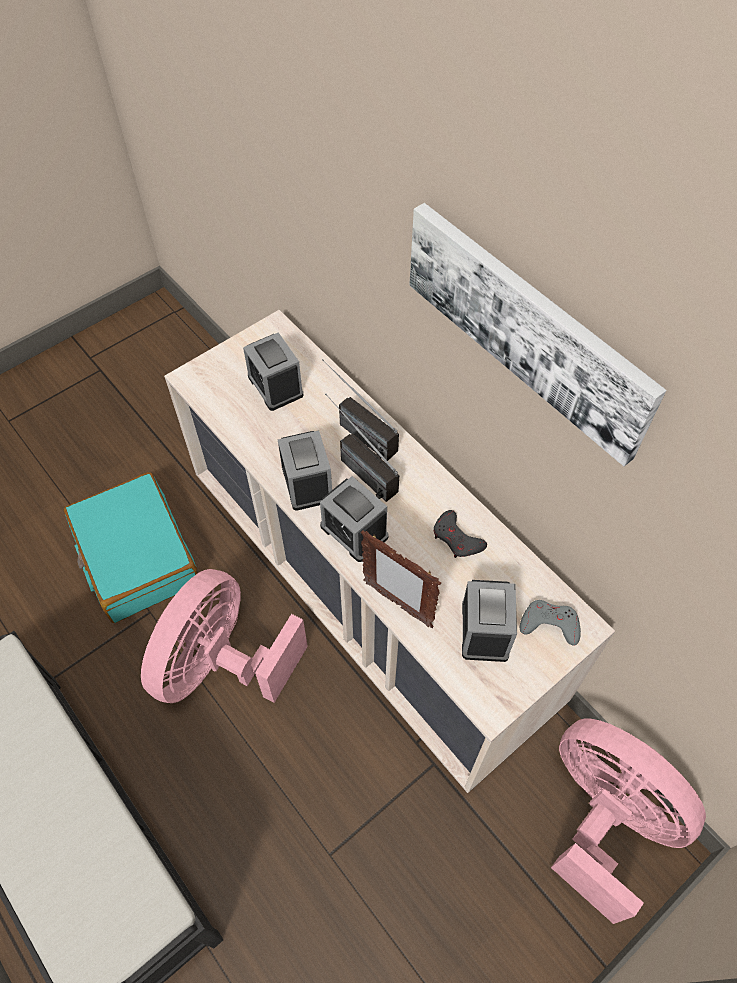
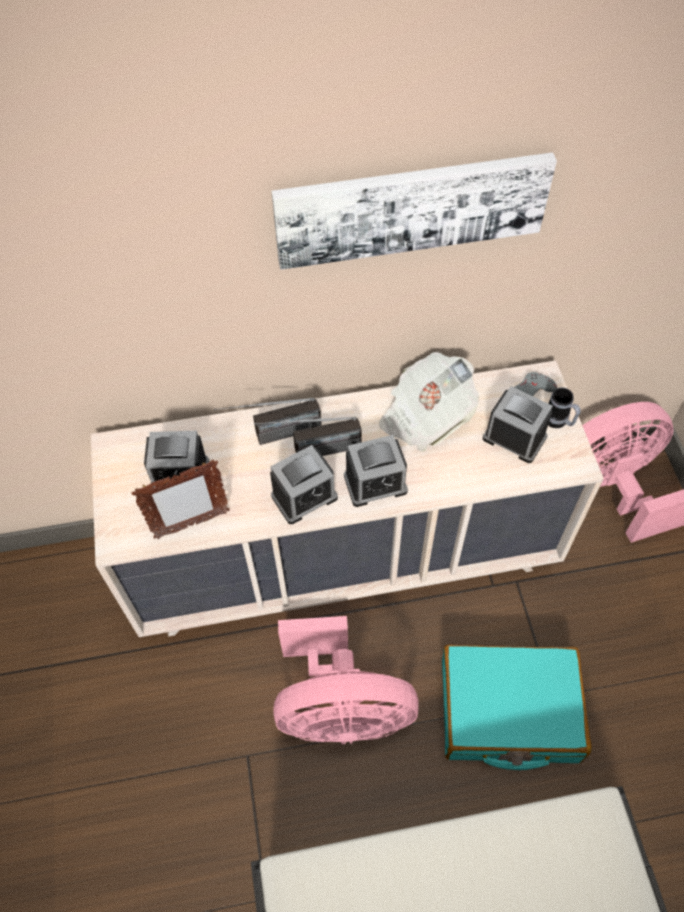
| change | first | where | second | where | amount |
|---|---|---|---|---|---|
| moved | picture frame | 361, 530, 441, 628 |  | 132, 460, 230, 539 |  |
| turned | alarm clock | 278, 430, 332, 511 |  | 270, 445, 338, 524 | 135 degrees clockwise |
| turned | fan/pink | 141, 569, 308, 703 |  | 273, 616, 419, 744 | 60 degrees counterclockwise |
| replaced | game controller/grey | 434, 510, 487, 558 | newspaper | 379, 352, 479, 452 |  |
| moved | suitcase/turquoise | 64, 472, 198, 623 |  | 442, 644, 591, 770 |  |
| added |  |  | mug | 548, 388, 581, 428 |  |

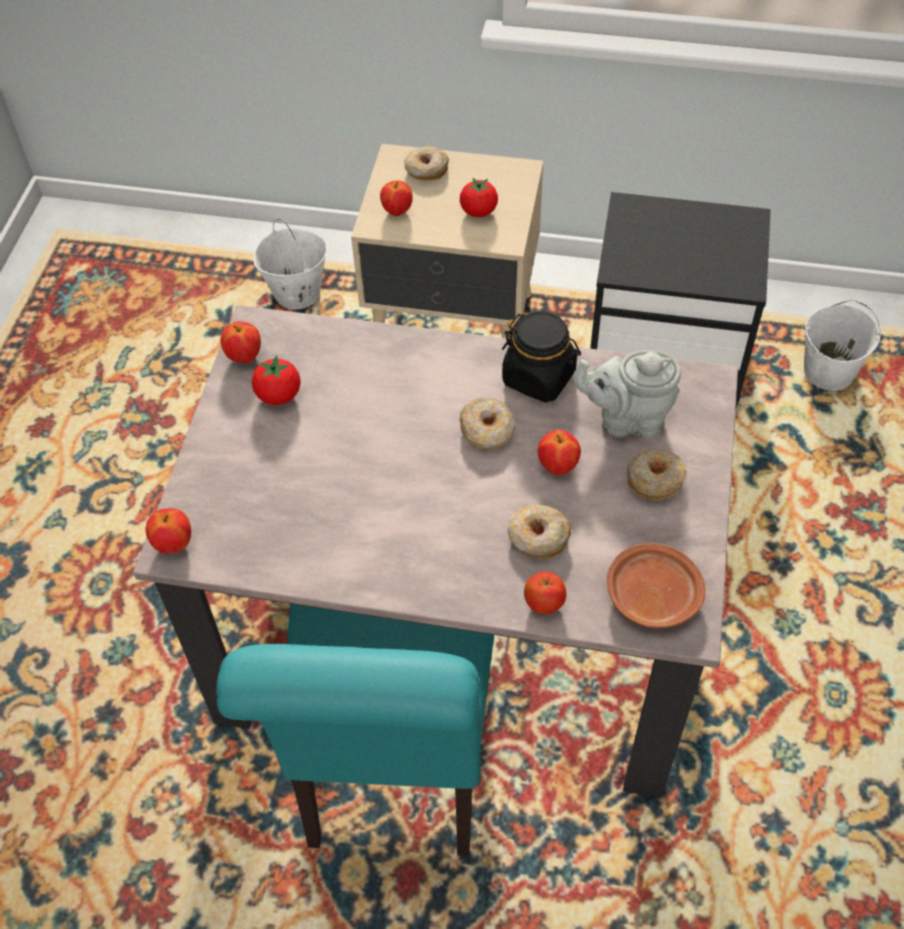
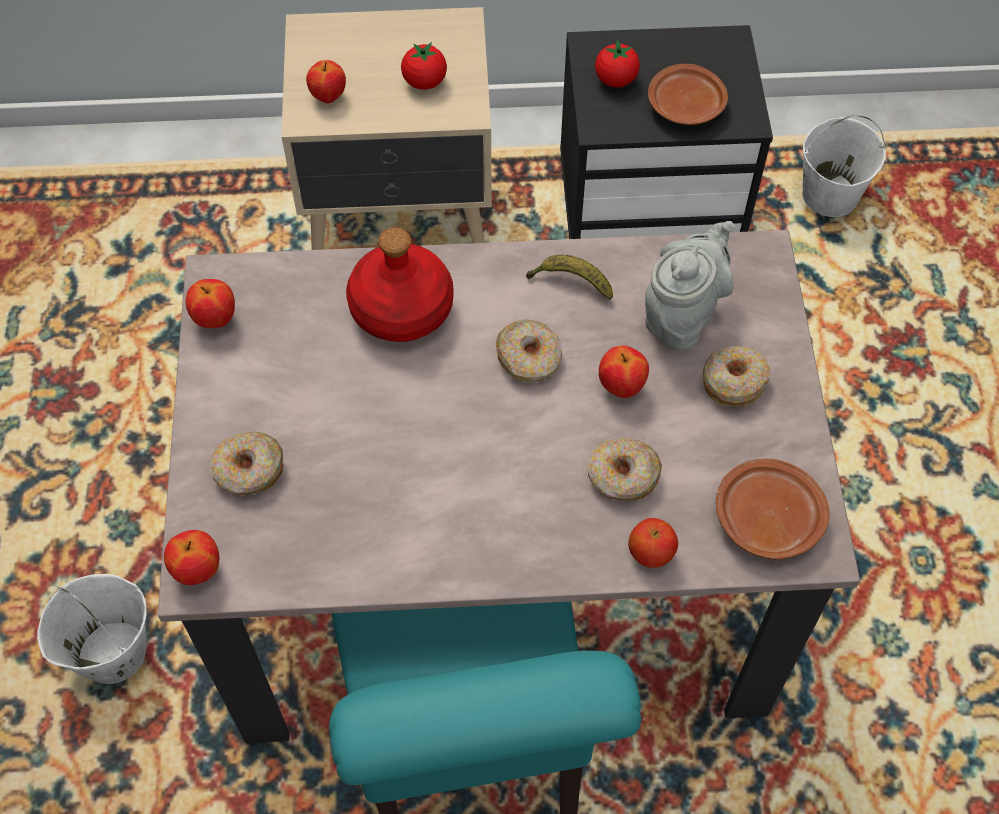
| change | first | where | second | where | amount |
|---|---|---|---|---|---|
| moved | bucket/white | 253, 219, 327, 309 |  | 37, 574, 146, 684 |  |
| moved | donut | 404, 146, 449, 180 |  | 209, 432, 284, 495 |  |
| added |  |  | bottle/red | 346, 227, 454, 342 |  |
| replaced | jar/black | 502, 311, 581, 403 | banana | 526, 255, 613, 300 |  |
| moved | tomato | 252, 355, 301, 405 |  | 595, 40, 640, 87 |  |
| turned | teapot/grey | 573, 351, 681, 438 |  | 645, 221, 734, 351 | 135 degrees clockwise |
| added |  |  | plate/brown | 648, 64, 728, 125 |  |

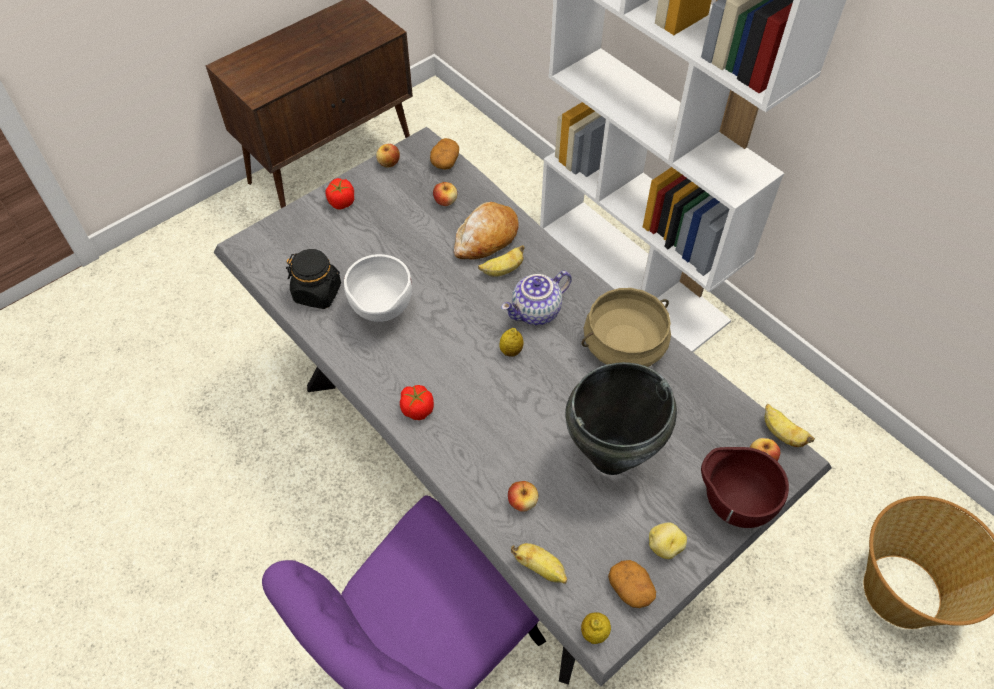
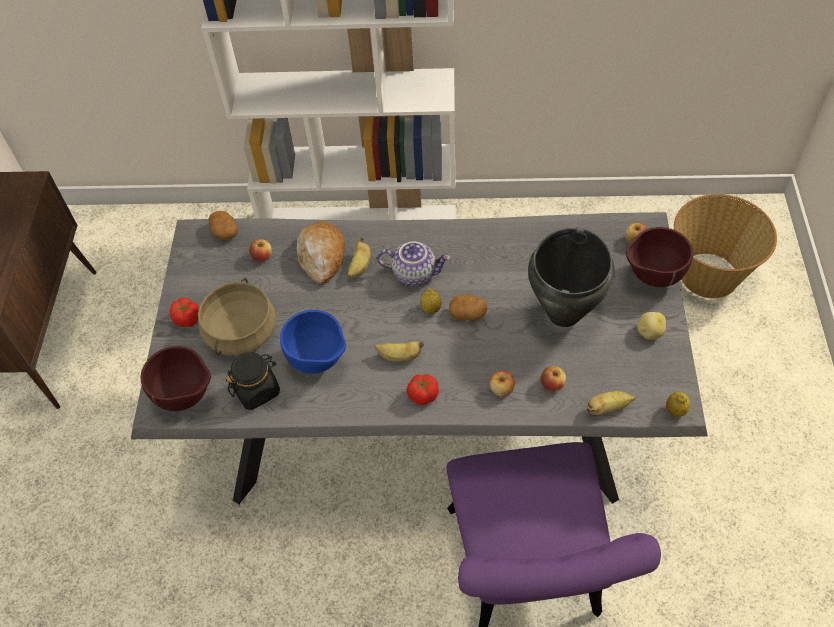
| change | first | where | second | where | amount |
|---|---|---|---|---|---|
| added |  |  | bowl/brown | 141, 346, 211, 411 |  |
| moved | cooking pot/beige | 581, 288, 671, 367 |  | 198, 278, 276, 355 |  |
| recoloured | bowl/white | 344, 254, 412, 322 | bowl/blue | 280, 310, 346, 373 |  |
| moved | banana | 764, 404, 815, 447 |  | 375, 341, 424, 362 |  |
| turned | teapot | 501, 271, 572, 325 |  | 377, 241, 451, 286 | 90 degrees counterclockwise |
| moved | potato | 608, 560, 656, 608 |  | 449, 294, 487, 321 |  |
| moved | apple | 376, 144, 400, 168 |  | 489, 370, 515, 397 |  |

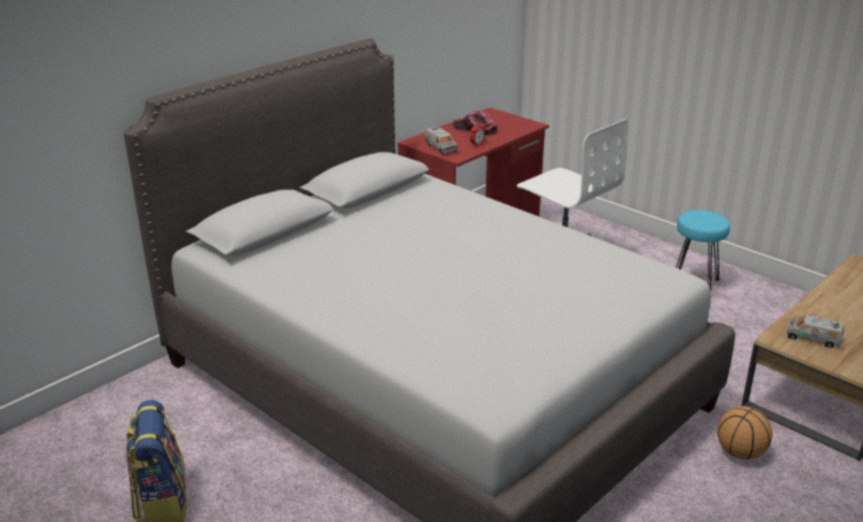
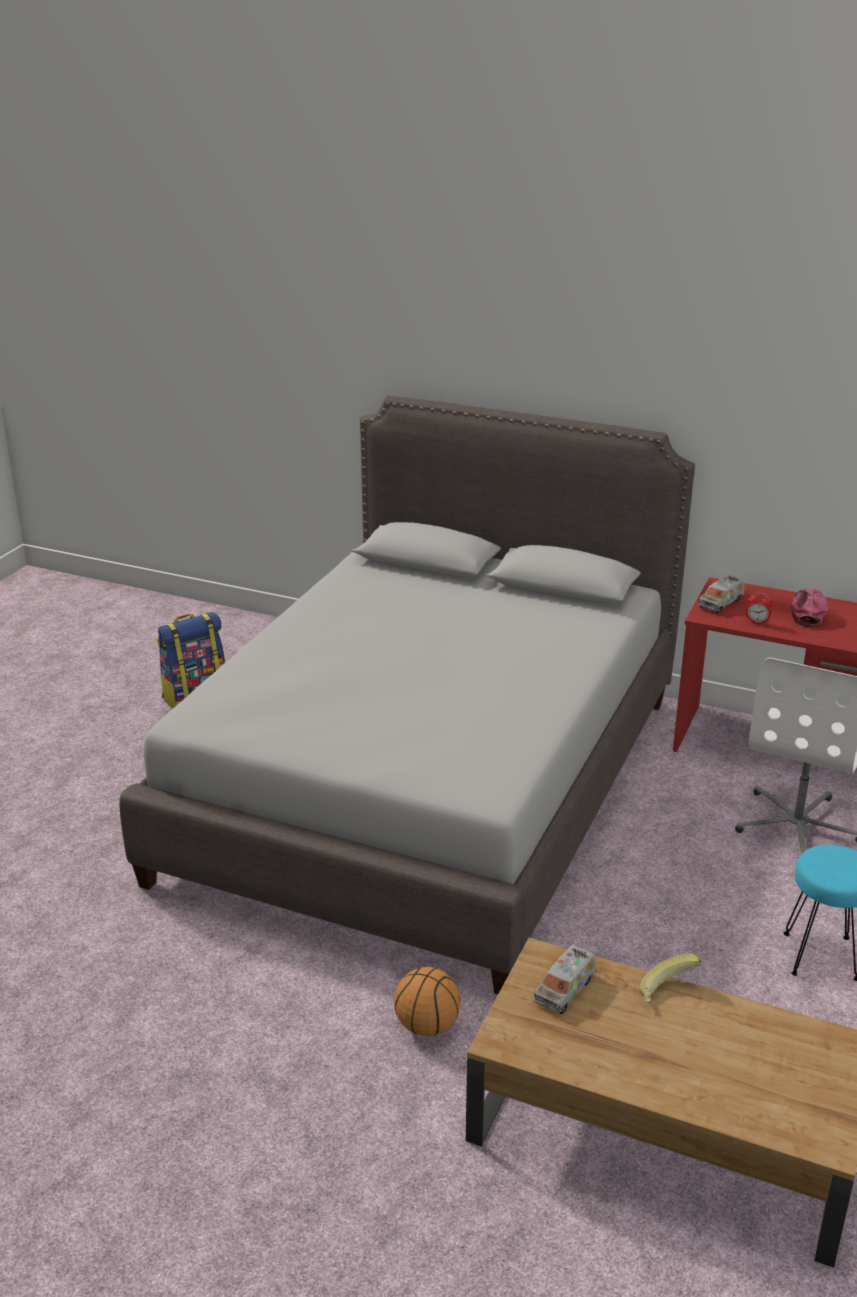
| change | first | where | second | where | amount |
|---|---|---|---|---|---|
| turned | toy truck | 786, 315, 844, 348 |  | 533, 945, 596, 1014 | 150 degrees counterclockwise |
| added |  |  | banana | 639, 954, 701, 1003 |  |

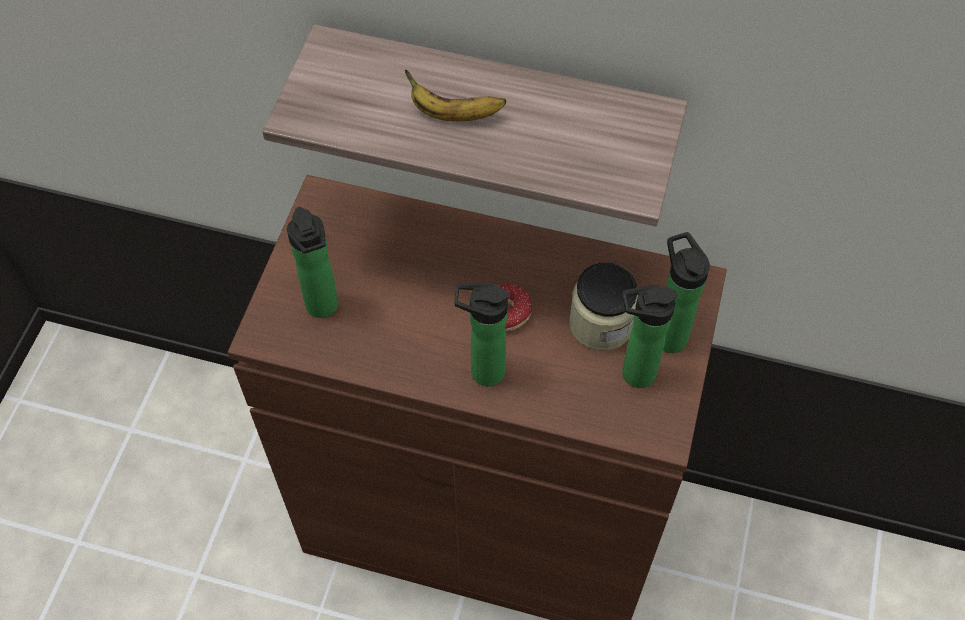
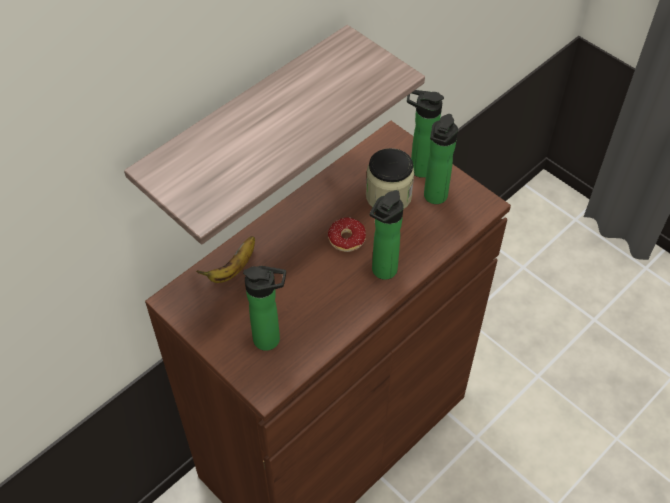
| change | first | where | second | where | amount |
|---|---|---|---|---|---|
| moved | banana | 405, 70, 506, 122 |  | 196, 236, 255, 283 |  |

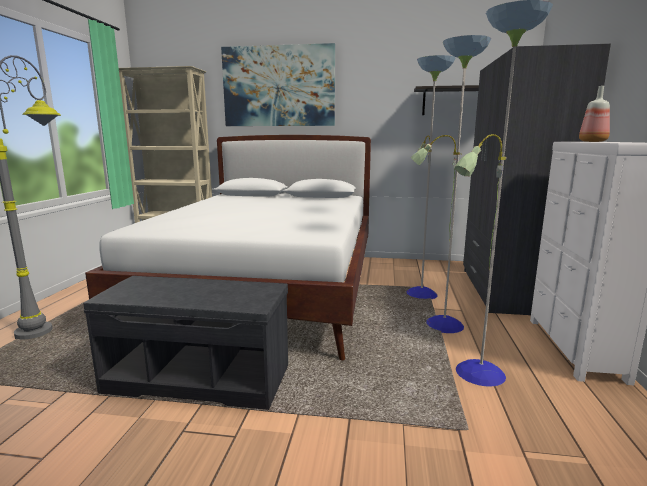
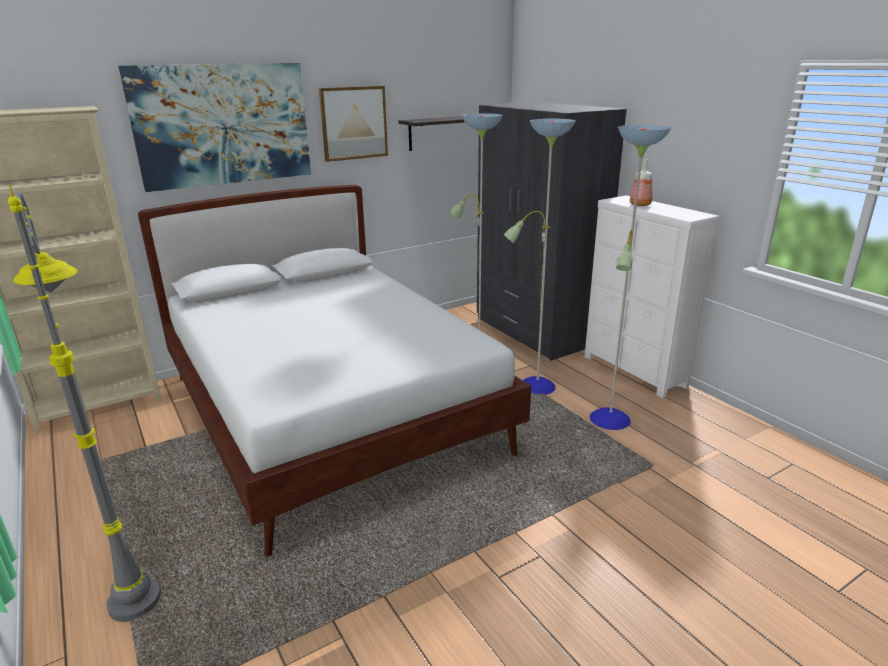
| change | first | where | second | where | amount |
|---|---|---|---|---|---|
| added |  |  | picture | 319, 86, 388, 162 |  |
| removed | bench/grey | 83, 276, 288, 410 |  |  |  |

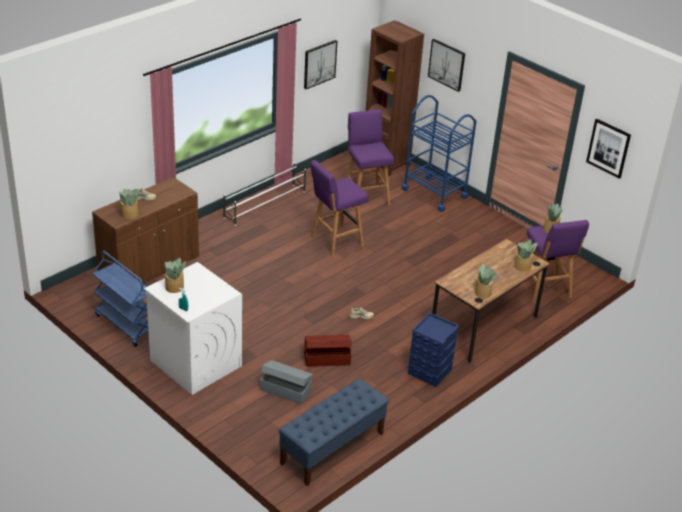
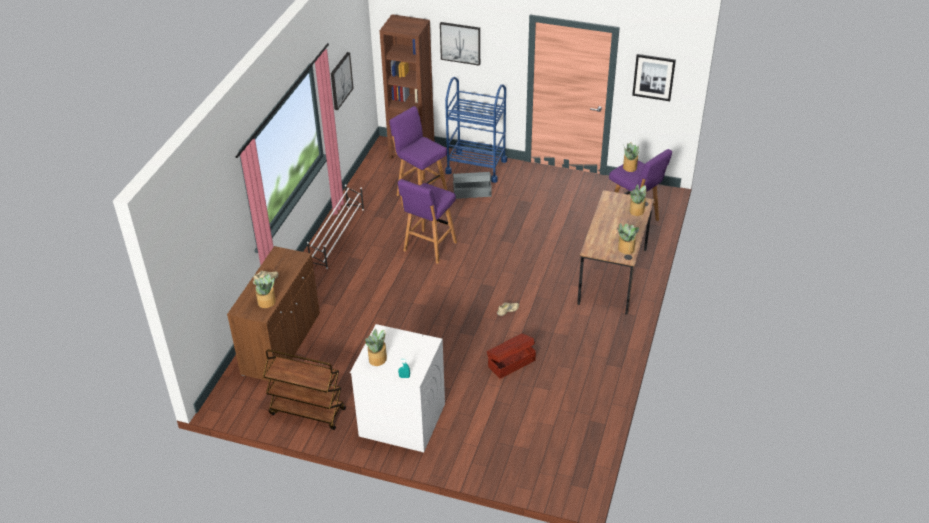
| change | first | where | second | where | amount |
|---|---|---|---|---|---|
| recoloured | cart/blue | 92, 251, 149, 347 | cart/brown | 263, 349, 346, 430 |  |
| moved | storage box/grey | 260, 360, 313, 404 |  | 453, 172, 492, 199 |  |
| removed | bench/blue | 279, 378, 389, 486 |  |  |  |
| removed | storage box/blue | 408, 312, 459, 387 |  |  |  |

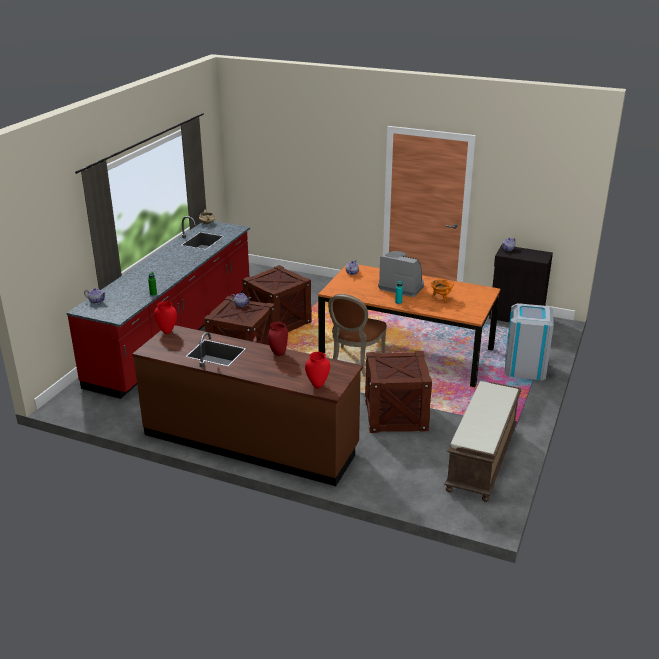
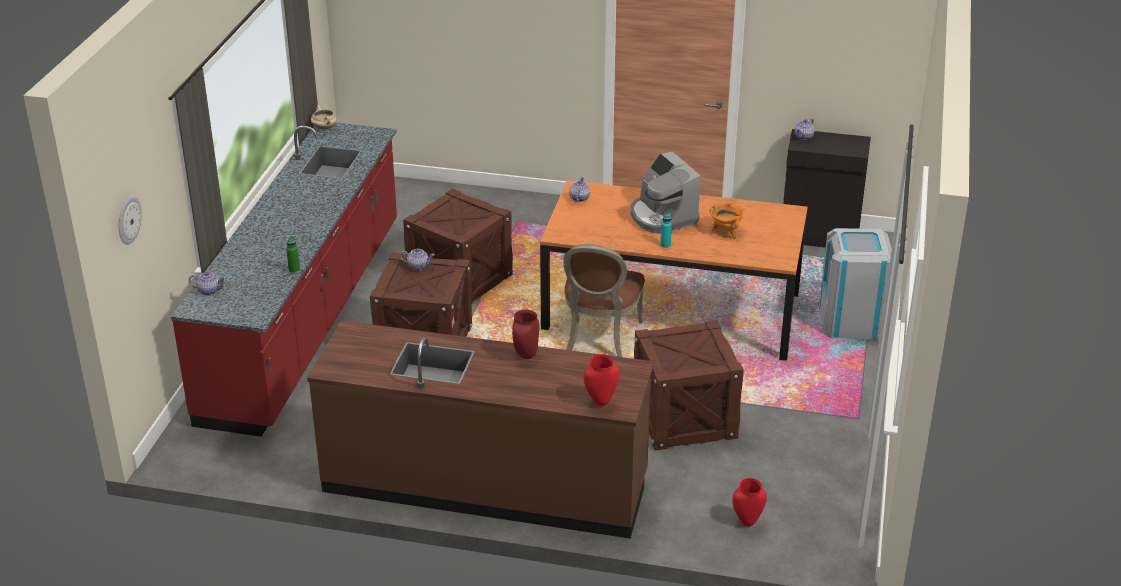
| change | first | where | second | where | amount |
|---|---|---|---|---|---|
| added |  |  | wall clock | 119, 196, 142, 245 |  |
| turned | coffee machine | 378, 251, 424, 297 |  | 631, 152, 701, 233 | 135 degrees counterclockwise |
| moved | vase/red | 154, 301, 177, 334 |  | 732, 478, 767, 527 |  |
| removed | bench/brown | 444, 381, 521, 502 |  |  |  |

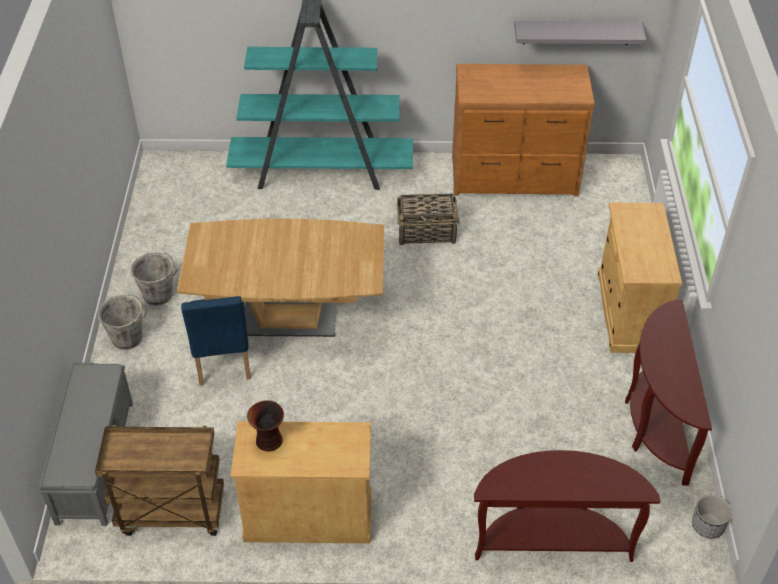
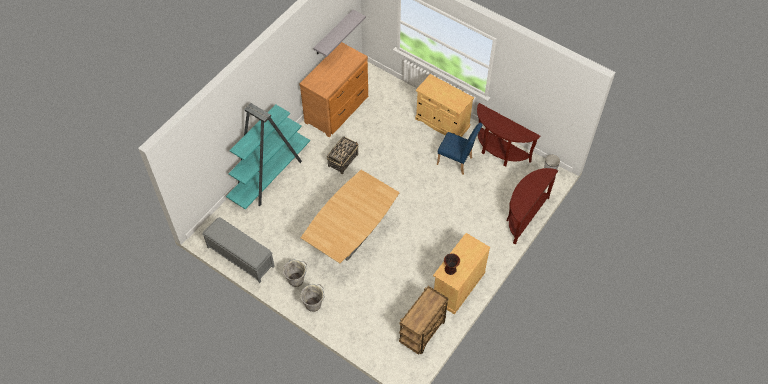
| change | first | where | second | where | amount |
|---|---|---|---|---|---|
| moved | bench/grey | 39, 362, 133, 526 |  | 202, 217, 275, 283 |  |
| moved | chair/blue | 181, 296, 251, 385 |  | 437, 123, 483, 175 |  |

